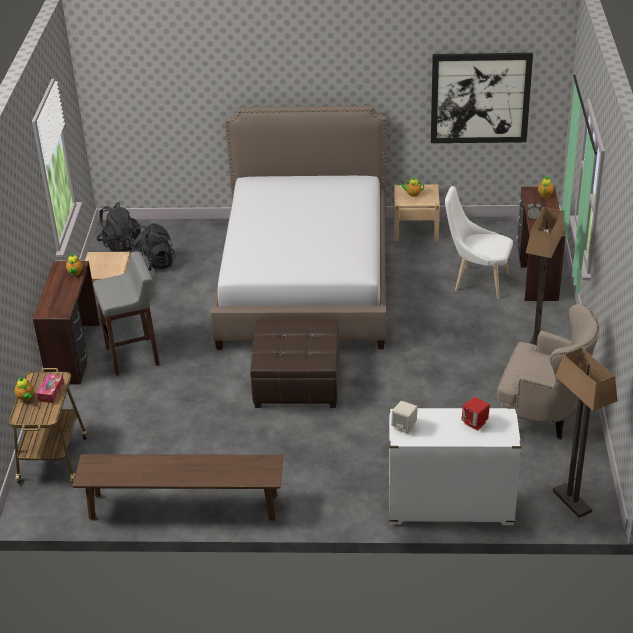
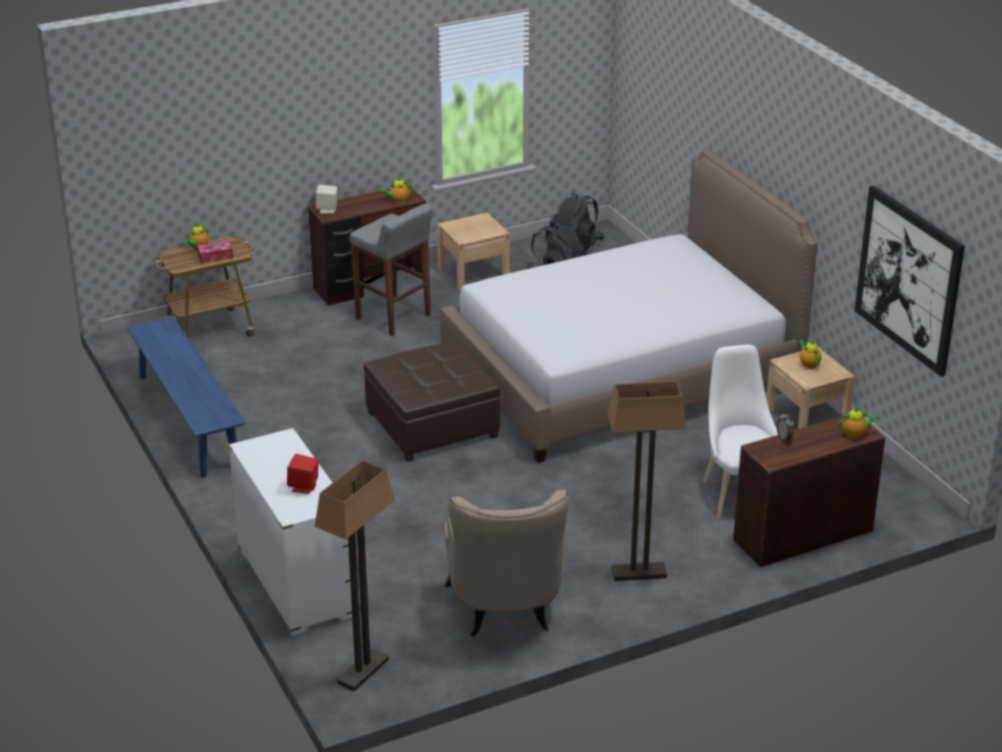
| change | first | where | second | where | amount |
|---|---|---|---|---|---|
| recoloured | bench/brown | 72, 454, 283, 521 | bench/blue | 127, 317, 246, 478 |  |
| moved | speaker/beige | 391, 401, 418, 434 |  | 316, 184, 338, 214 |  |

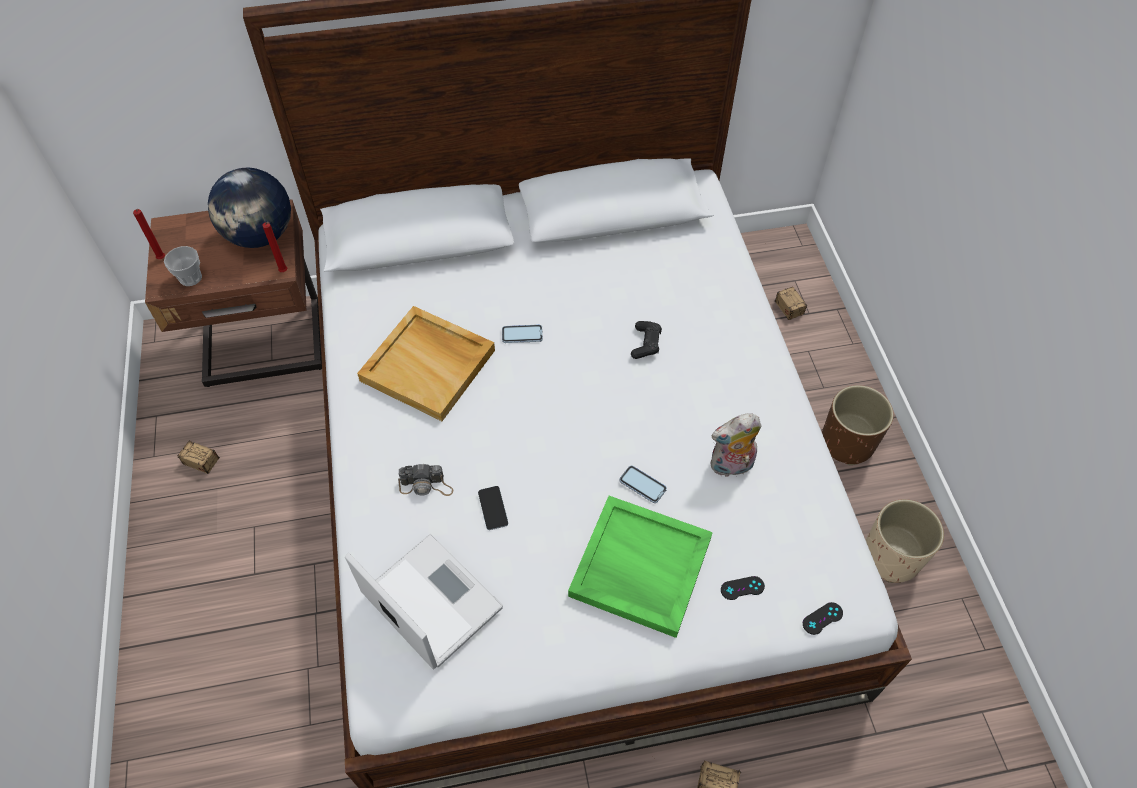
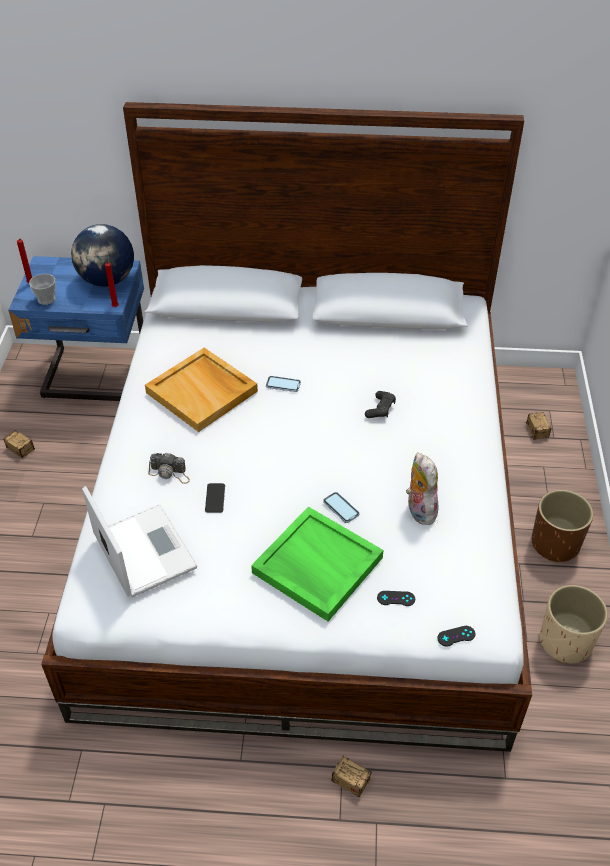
| change | first | where | second | where | amount |
|---|---|---|---|---|---|
| recoloured | nightstand/brown | 145, 199, 322, 387 | nightstand/blue | 8, 256, 144, 401 |  |
| turned | plush toy | 711, 414, 762, 477 |  | 406, 452, 438, 525 | 75 degrees clockwise |

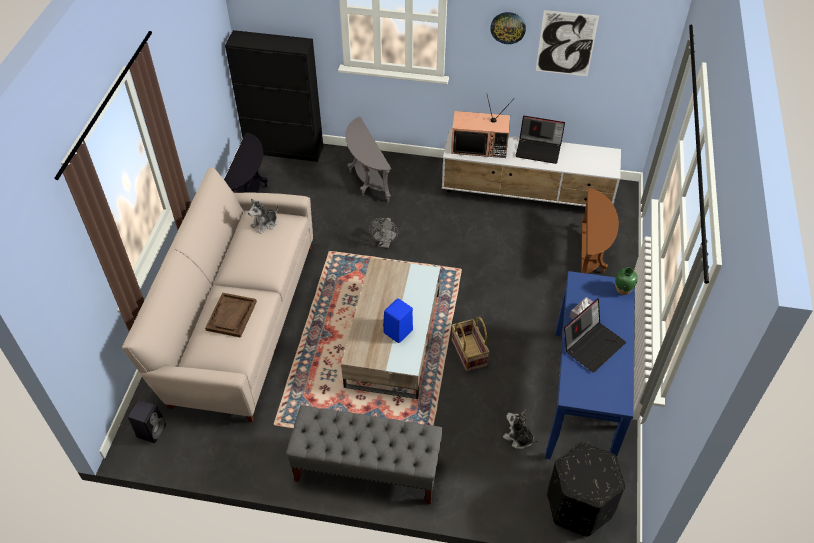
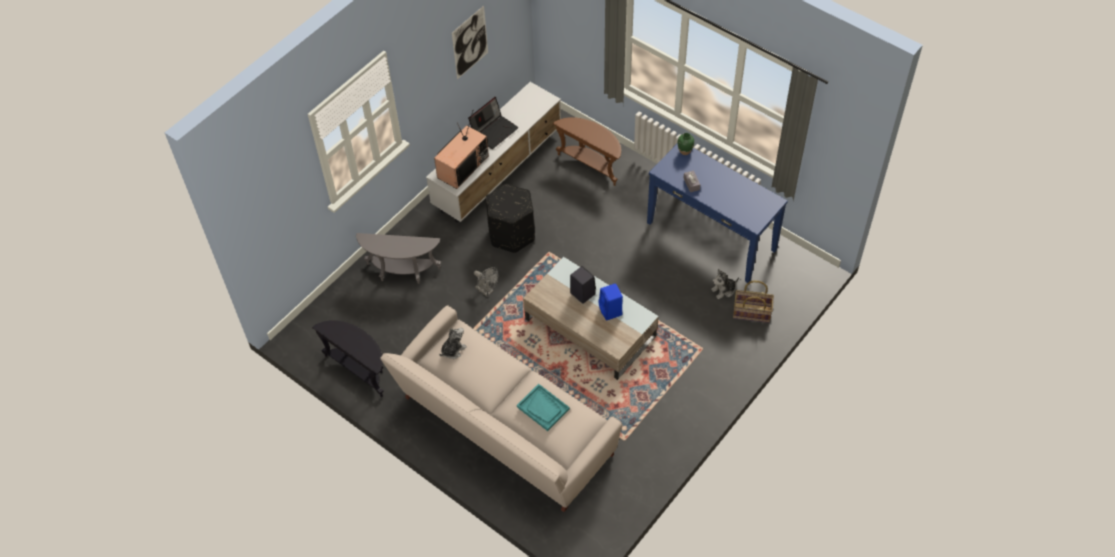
| change | first | where | second | where | amount |
|---|---|---|---|---|---|
| turned | plush toy | 248, 199, 278, 234 |  | 439, 328, 467, 359 | 120 degrees counterclockwise |
| moved | ottoman/black | 547, 442, 625, 537 |  | 486, 184, 535, 253 |  |
| recoloured | tray/brown | 205, 293, 257, 338 | tray/turquoise | 517, 384, 570, 431 |  |
| moved | speaker/black | 128, 400, 166, 443 |  | 570, 266, 596, 304 |  |
| moved | basket | 452, 317, 490, 372 |  | 733, 281, 774, 323 |  |
| removed | cabinet/black | 225, 30, 323, 162 |  |  |  |
| removed | bench/grey | 286, 405, 443, 504 |  |  |  |
| removed | wall clock | 490, 12, 526, 44 |  |  |  |
| removed | laptop | 564, 298, 626, 373 |  |  |  |

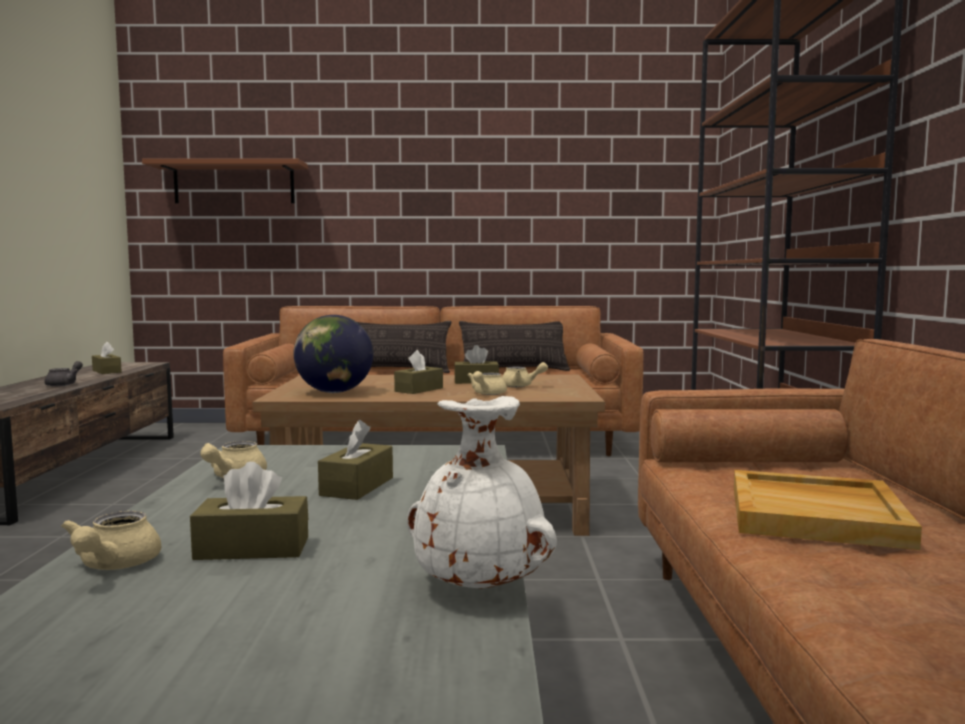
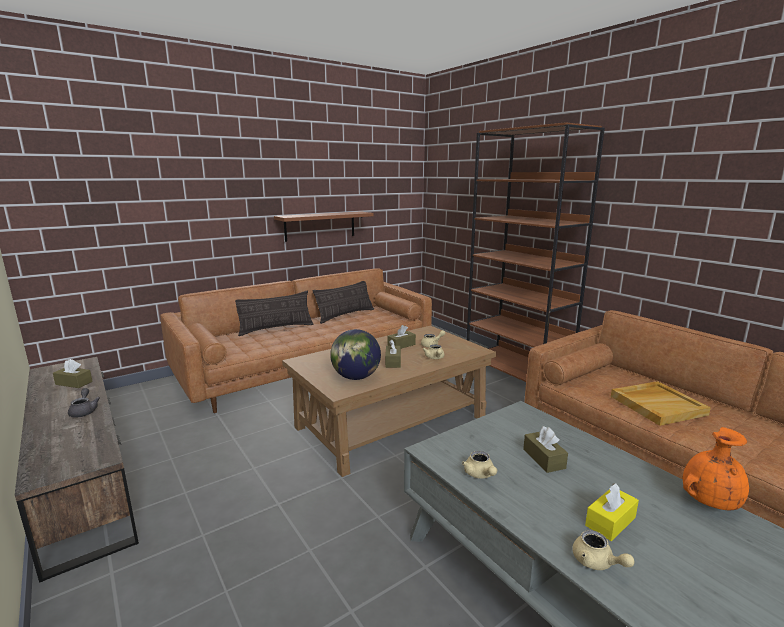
| change | first | where | second | where | amount |
|---|---|---|---|---|---|
| moved | shelf/brown | 142, 158, 308, 203 |  | 274, 211, 373, 242 |  |
| recoloured | tissue box/brown | 190, 462, 308, 560 | tissue box/yellow | 585, 483, 639, 541 |  |
| recoloured | vase/white | 407, 396, 557, 589 | vase/orange | 683, 427, 749, 510 |  |

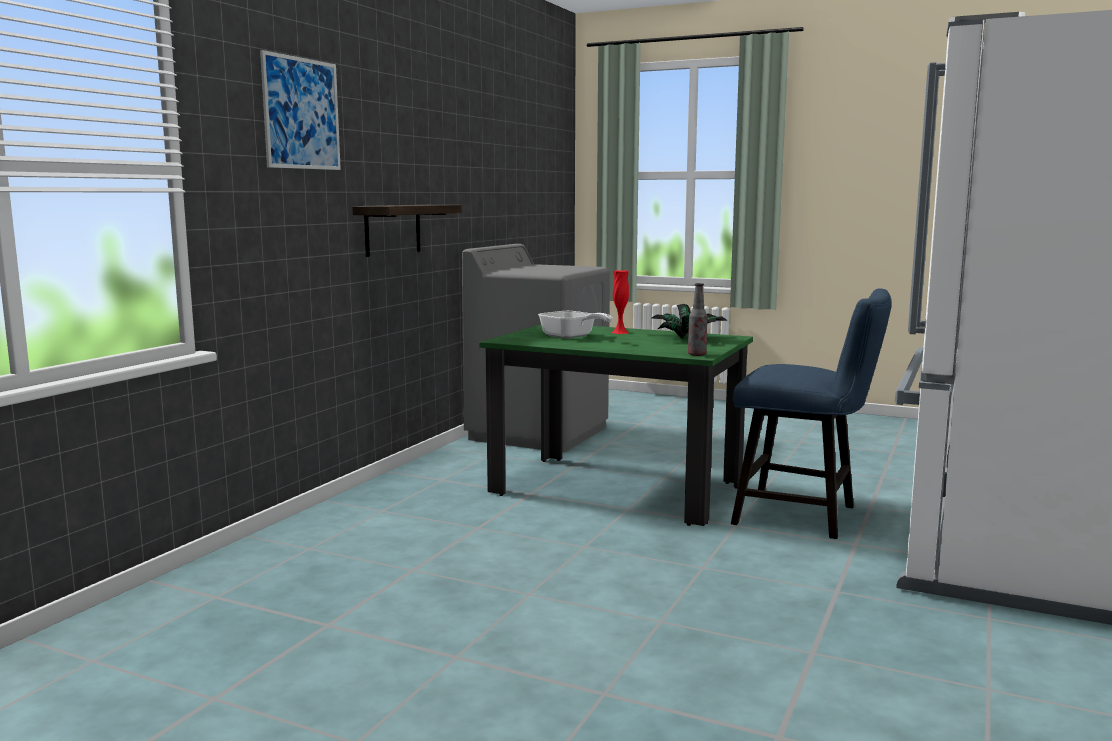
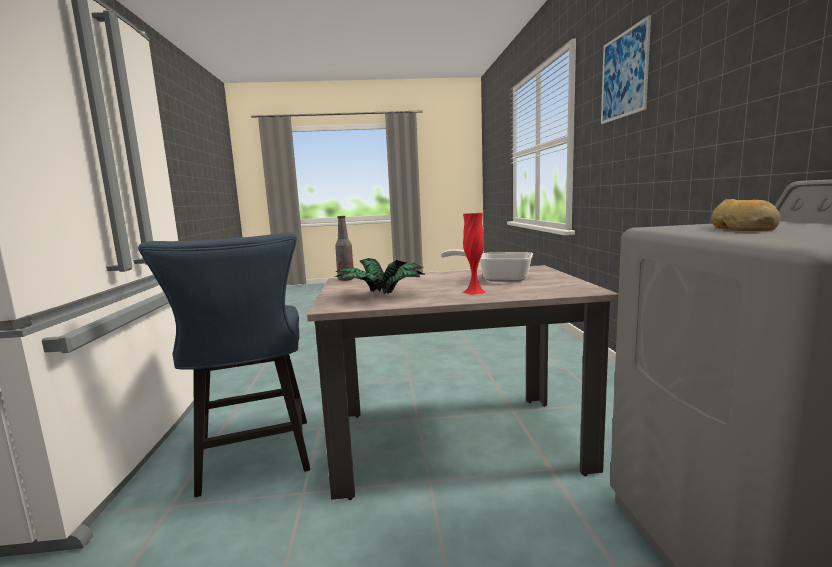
| change | first | where | second | where | amount |
|---|---|---|---|---|---|
| turned | chair/blue | 731, 288, 892, 539 |  | 138, 232, 310, 497 | 105 degrees counterclockwise |
| recoloured | dining table/green | 479, 324, 753, 526 | dining table/beige | 307, 265, 618, 500 |  |
| added |  |  | bread | 711, 199, 780, 231 |  |
| removed | shelf | 352, 205, 462, 257 |  |  |  |

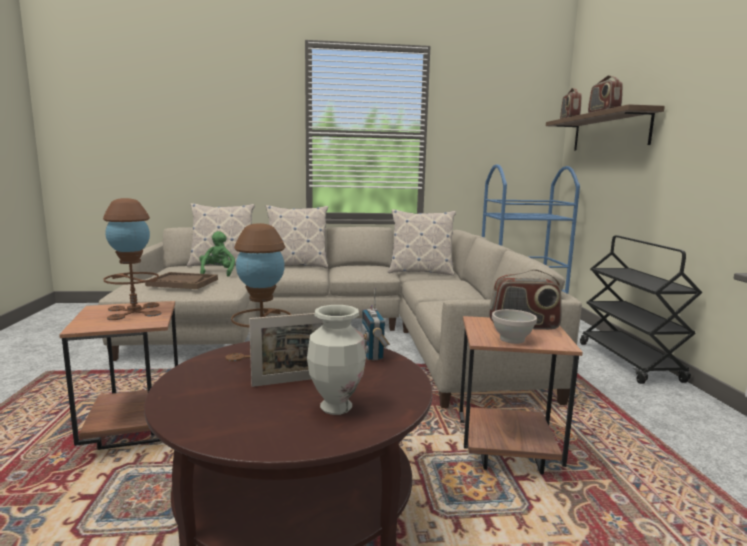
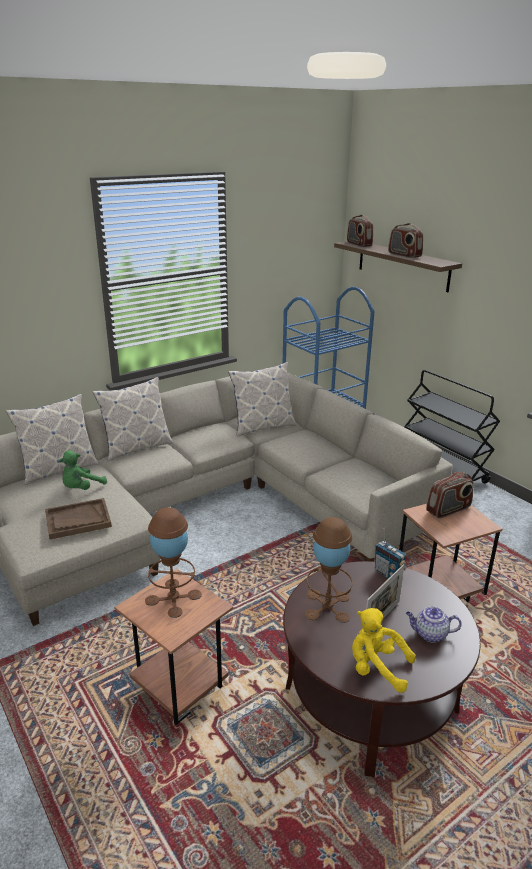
| change | first | where | second | where | amount |
|---|---|---|---|---|---|
| turned | plush toy/green | 199, 231, 235, 277 |  | 59, 450, 107, 490 | 105 degrees counterclockwise |
| added |  |  | plush toy/yellow | 352, 608, 416, 693 |  |
| replaced | vase | 307, 305, 366, 415 | teapot | 406, 606, 462, 642 |  |
| removed | bowl/white | 492, 309, 537, 344 |  |  |  |

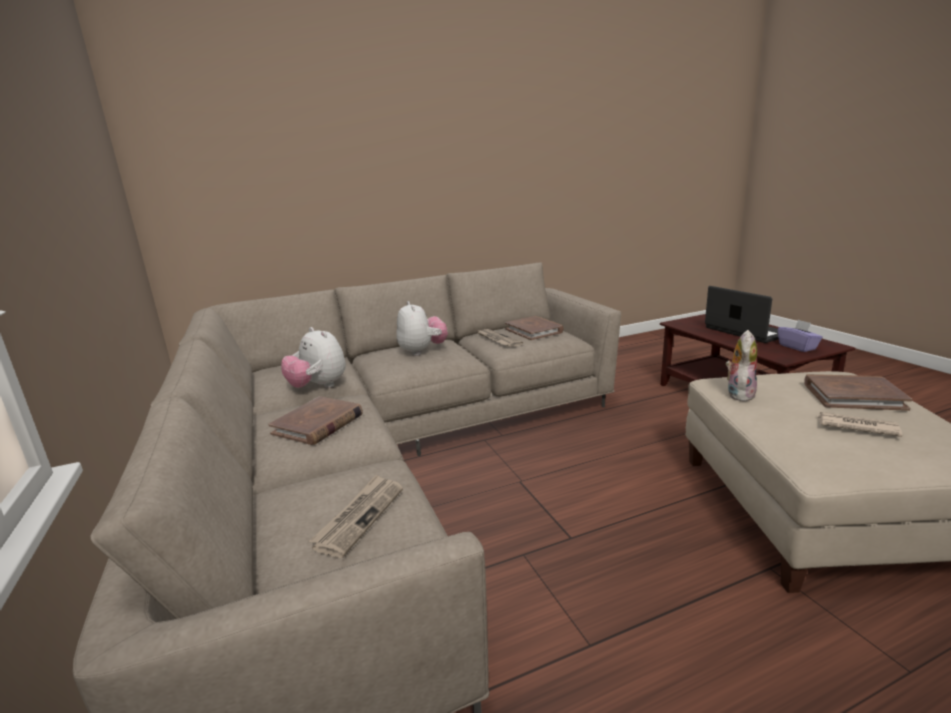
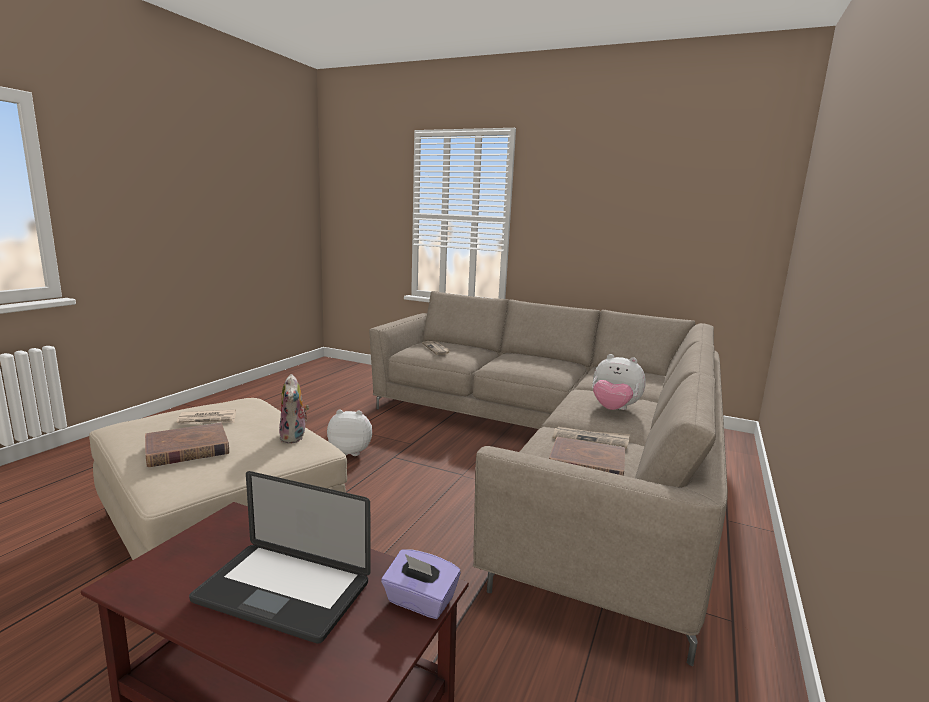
| change | first | where | second | where | amount |
|---|---|---|---|---|---|
| moved | plush toy | 281, 327, 346, 388 |  | 327, 410, 372, 456 |  |
| moved | tissue box/purple | 778, 320, 823, 352 |  | 381, 549, 461, 619 |  |
| removed | book/brown | 268, 396, 363, 445 |  |  |  |

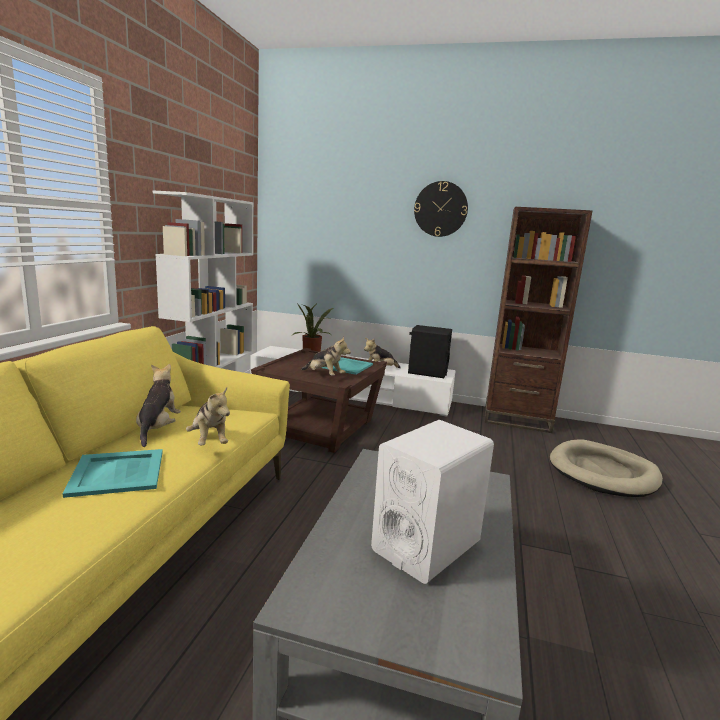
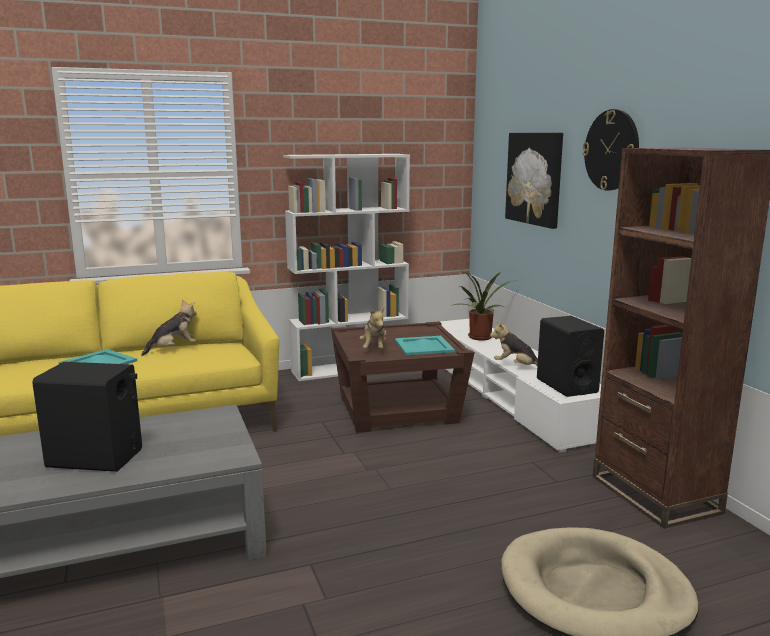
| change | first | where | second | where | amount |
|---|---|---|---|---|---|
| recoloured | speaker/white | 371, 420, 494, 584 | speaker/black | 32, 362, 142, 472 |  |
| added |  |  | picture | 505, 133, 563, 229 |  |
| removed | plush toy | 186, 387, 230, 445 |  |  |  |

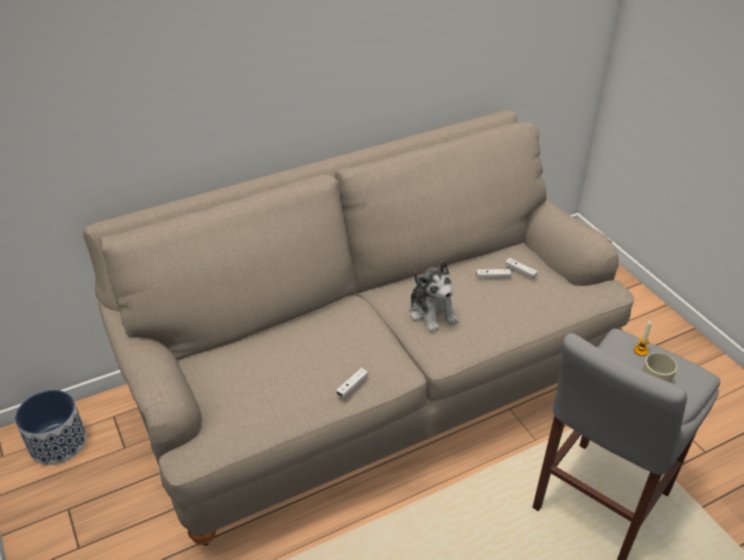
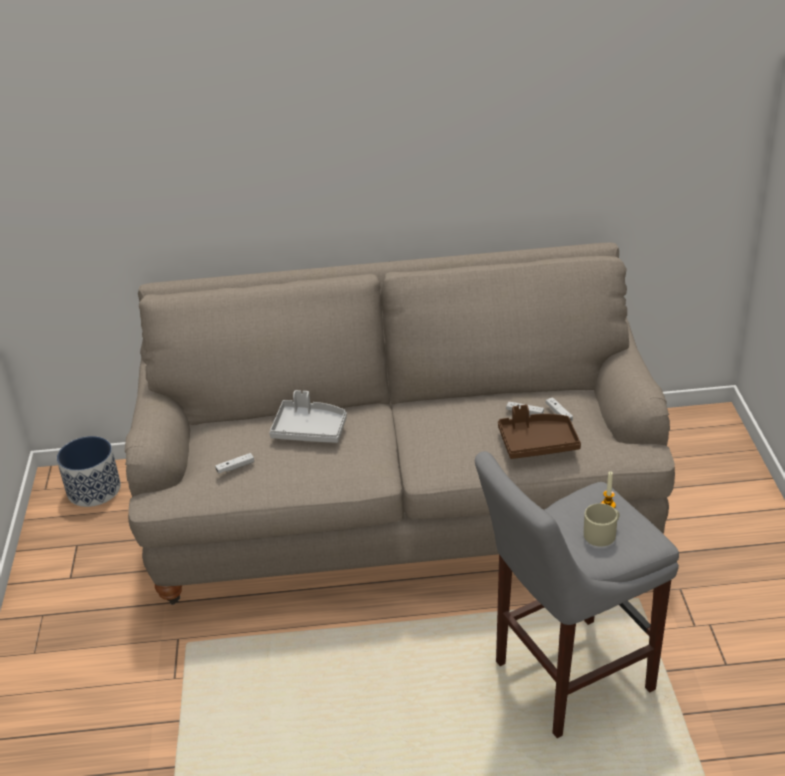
| change | first | where | second | where | amount |
|---|---|---|---|---|---|
| moved | game controller/white | 336, 368, 368, 397 |  | 215, 453, 254, 473 |  |
| added |  |  | tray/grey | 269, 390, 347, 443 |  |
| added |  |  | tray/brown | 498, 405, 581, 459 |  |
| removed | plush toy | 409, 261, 458, 333 |  |  |  |

